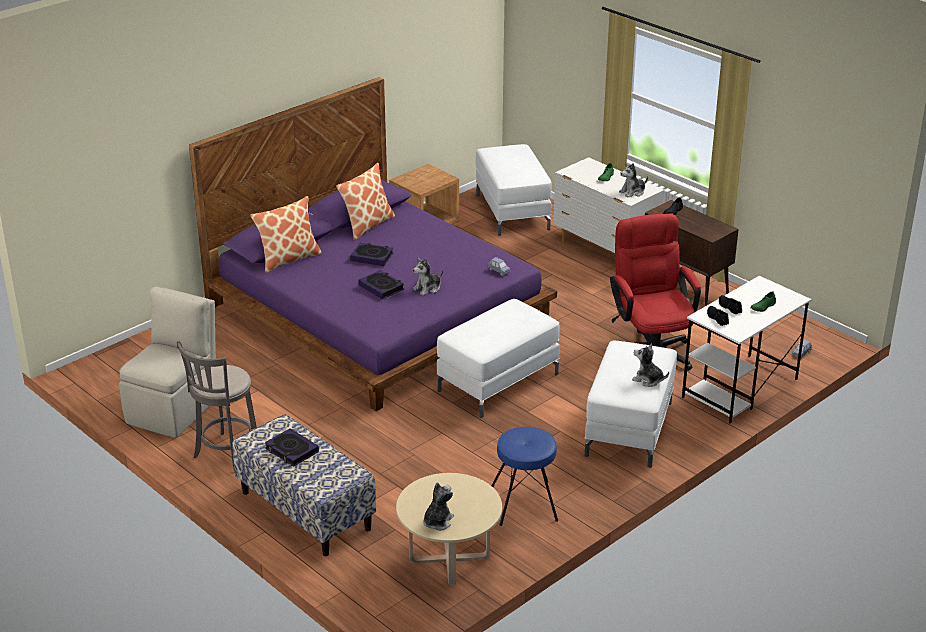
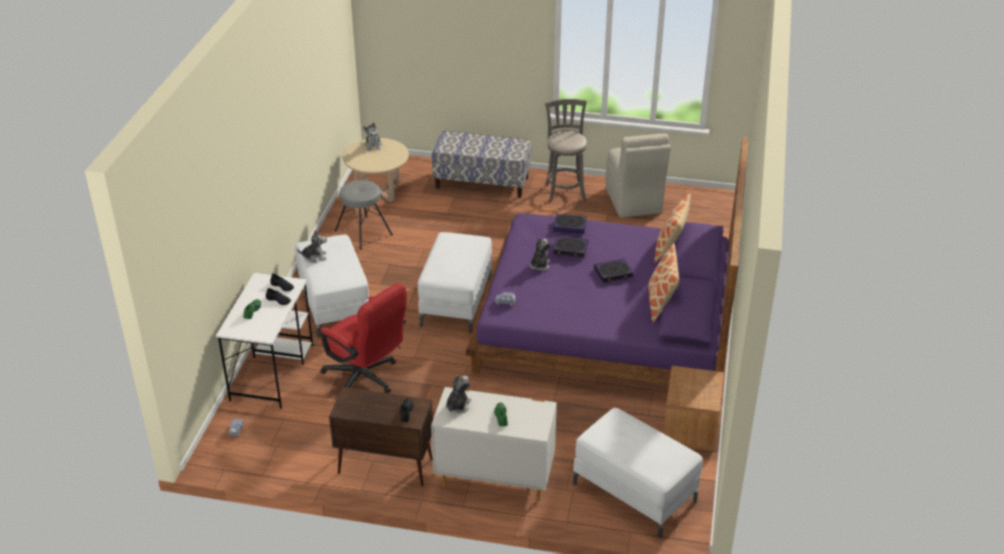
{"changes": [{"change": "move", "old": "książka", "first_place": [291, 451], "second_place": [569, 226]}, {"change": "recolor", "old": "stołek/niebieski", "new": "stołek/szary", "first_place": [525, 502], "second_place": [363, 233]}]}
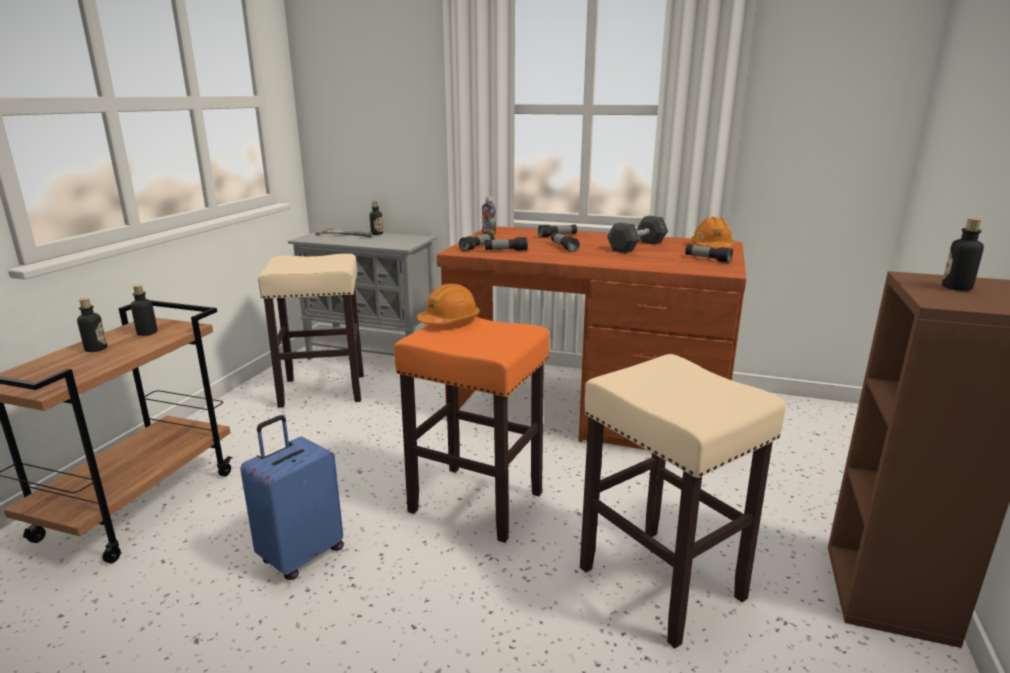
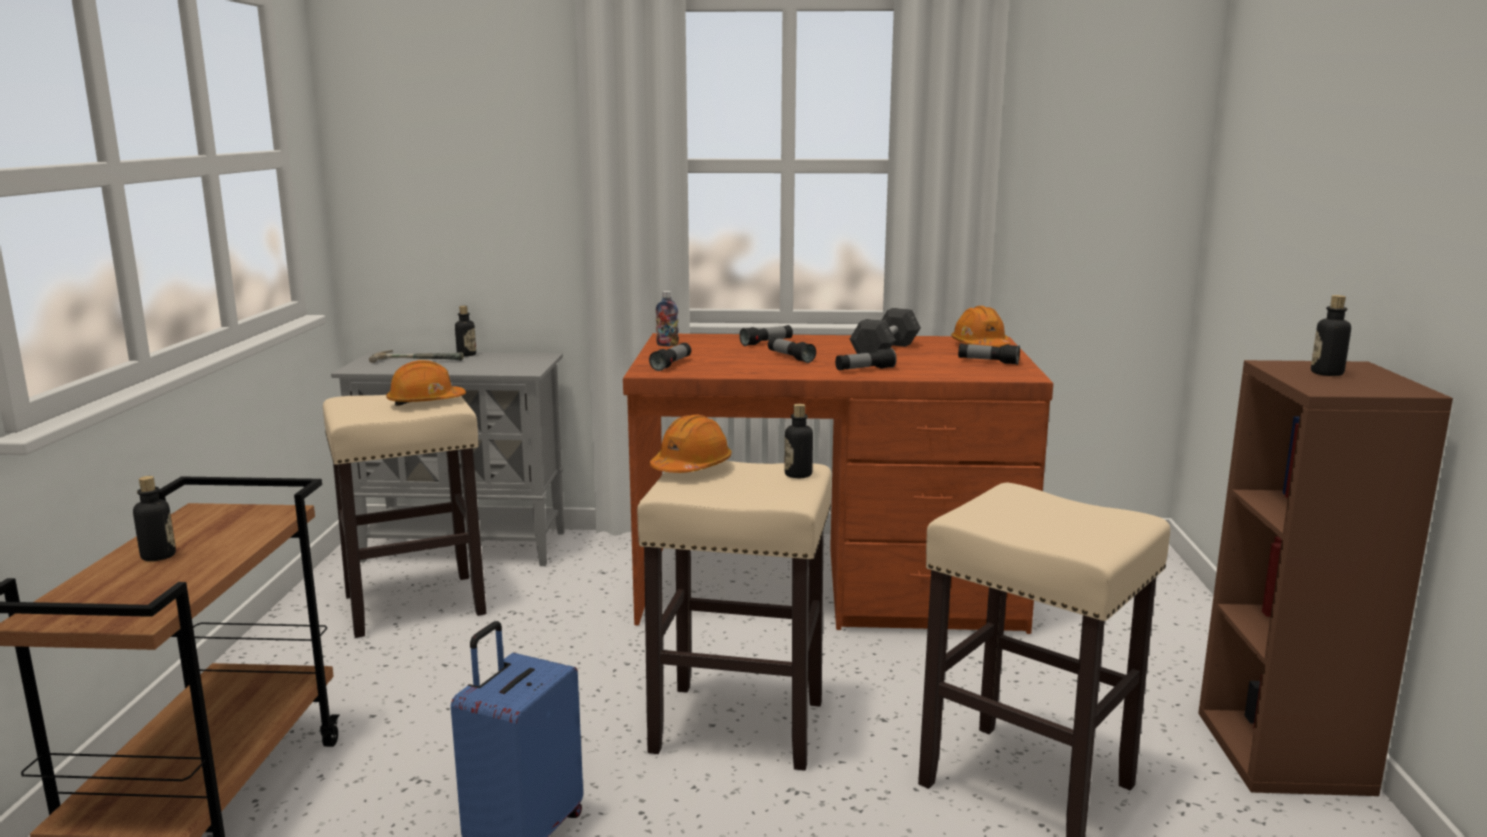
{"changes": [{"change": "insert", "new": "kask/pomarańczowy", "second_place": [425, 402]}, {"change": "move", "old": "butelka", "first_place": [147, 333], "second_place": [798, 474]}, {"change": "move", "old": "latarka", "first_place": [506, 251], "second_place": [865, 370]}, {"change": "recolor", "old": "stołek/pomarańczowy", "new": "stołek/beżowy", "first_place": [478, 502], "second_place": [740, 726]}]}
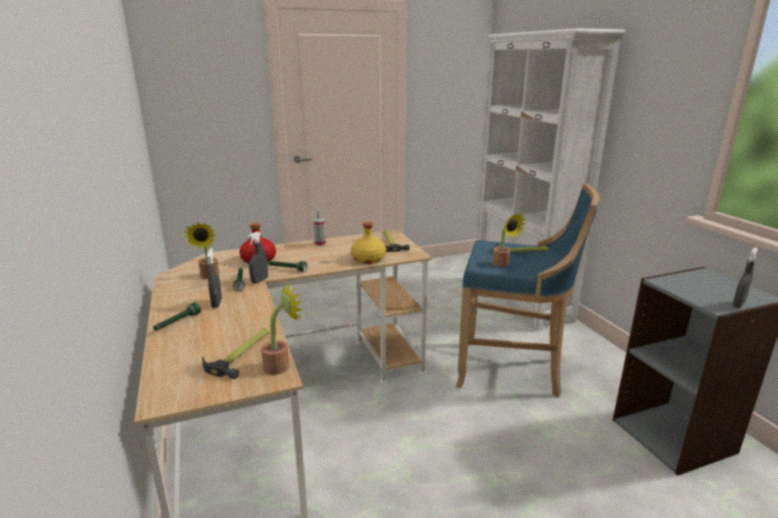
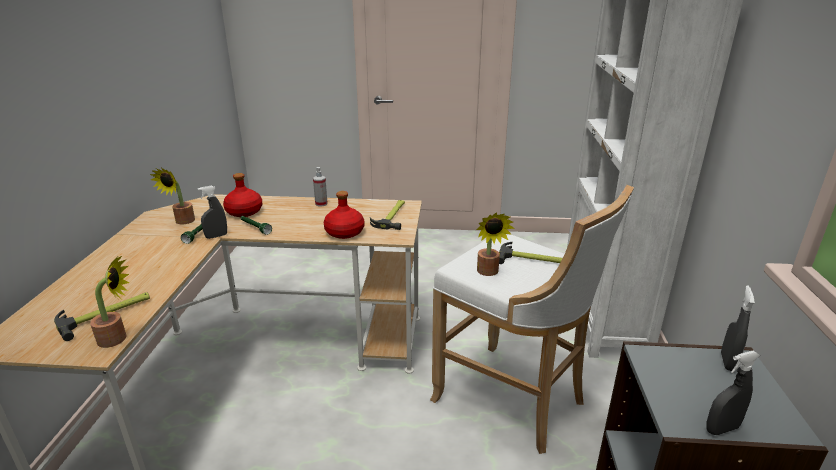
{"changes": [{"change": "delete", "old": "latarka/zielony", "first_place": [177, 323]}, {"change": "move", "old": "spryskiwacz/szary", "first_place": [217, 303], "second_place": [727, 362]}, {"change": "recolor", "old": "butelka/żółty", "new": "butelka/czerwony", "first_place": [368, 259], "second_place": [344, 232]}, {"change": "recolor", "old": "stołek/niebieski", "new": "stołek/biały", "first_place": [513, 370], "second_place": [514, 400]}]}
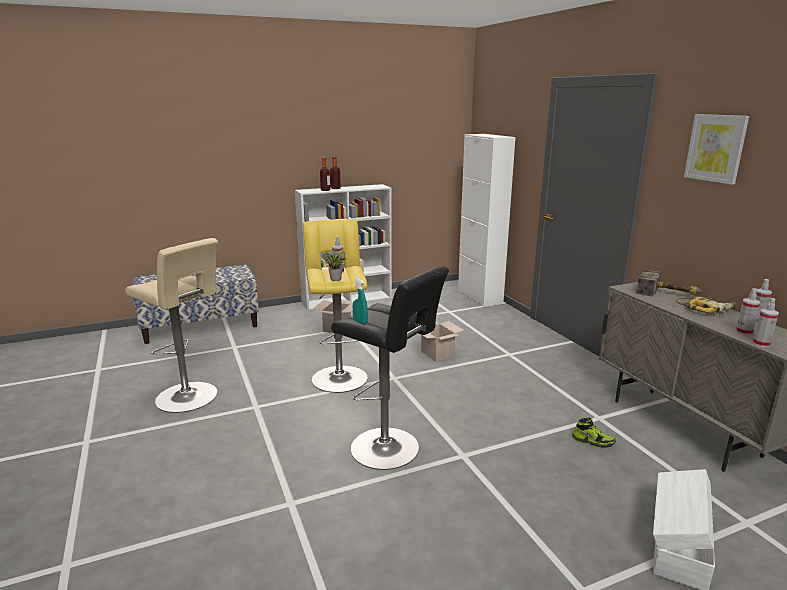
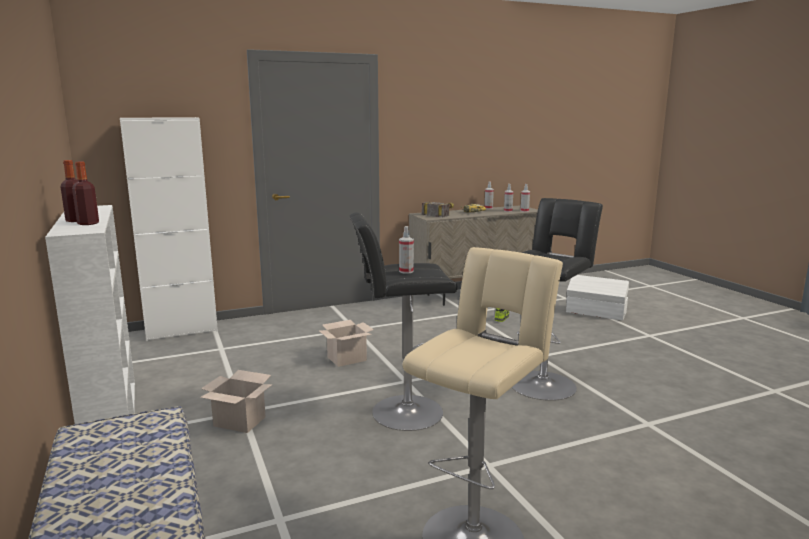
{"changes": [{"change": "delete", "old": "roślina doniczkowa", "first_place": [336, 280]}, {"change": "delete", "old": "spryskiwacz/turkusowy", "first_place": [360, 322]}, {"change": "delete", "old": "obraz", "first_place": [716, 148]}, {"change": "recolor", "old": "stołek/żółty", "new": "stołek/czarny", "first_place": [339, 376], "second_place": [402, 413]}]}
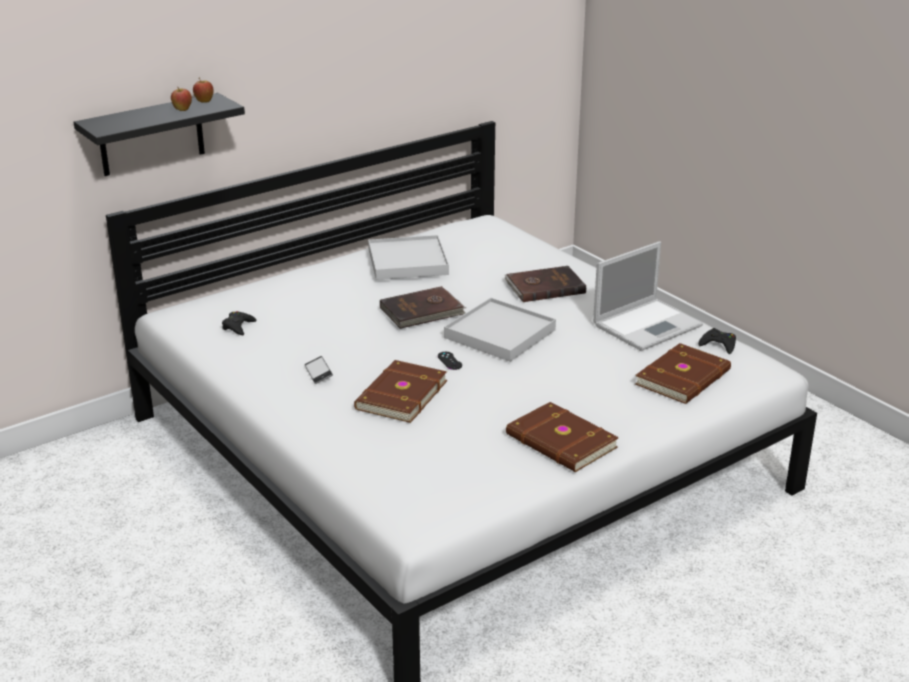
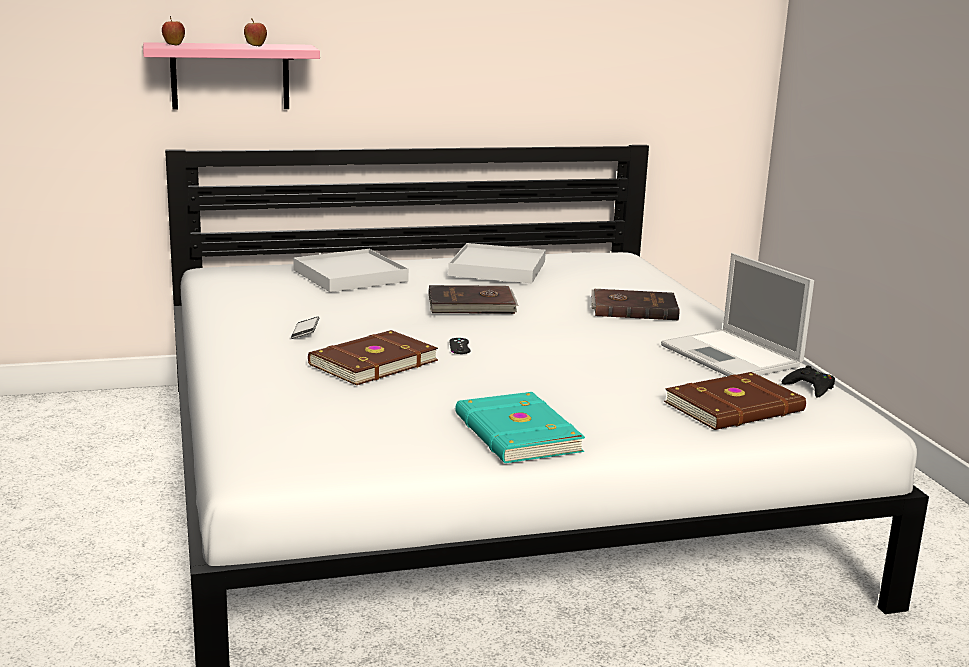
{"changes": [{"change": "delete", "old": "pad do gier/czarny", "first_place": [238, 326]}, {"change": "move", "old": "jabłko", "first_place": [204, 101], "second_place": [174, 45]}, {"change": "move", "old": "taca/biały", "first_place": [500, 334], "second_place": [350, 276]}, {"change": "recolor", "old": "półka/czarny", "new": "półka/różowy", "first_place": [151, 135], "second_place": [230, 76]}, {"change": "recolor", "old": "książka/brązowy", "new": "książka/turkusowy", "first_place": [560, 442], "second_place": [515, 434]}, {"change": "rotate", "old": "laptop", "first_place": [648, 324], "second_place": [733, 356], "degrees": 75}]}
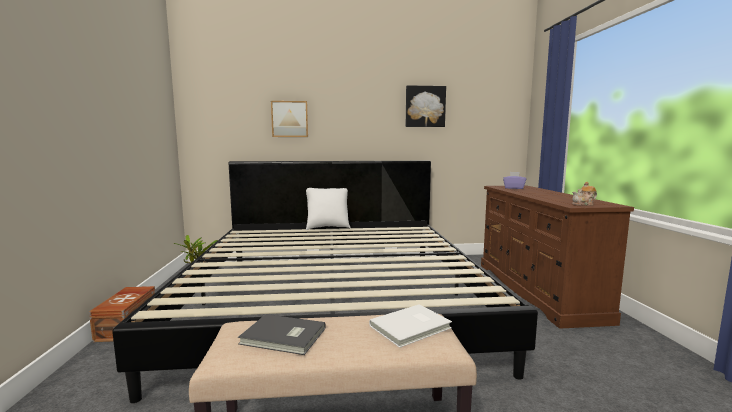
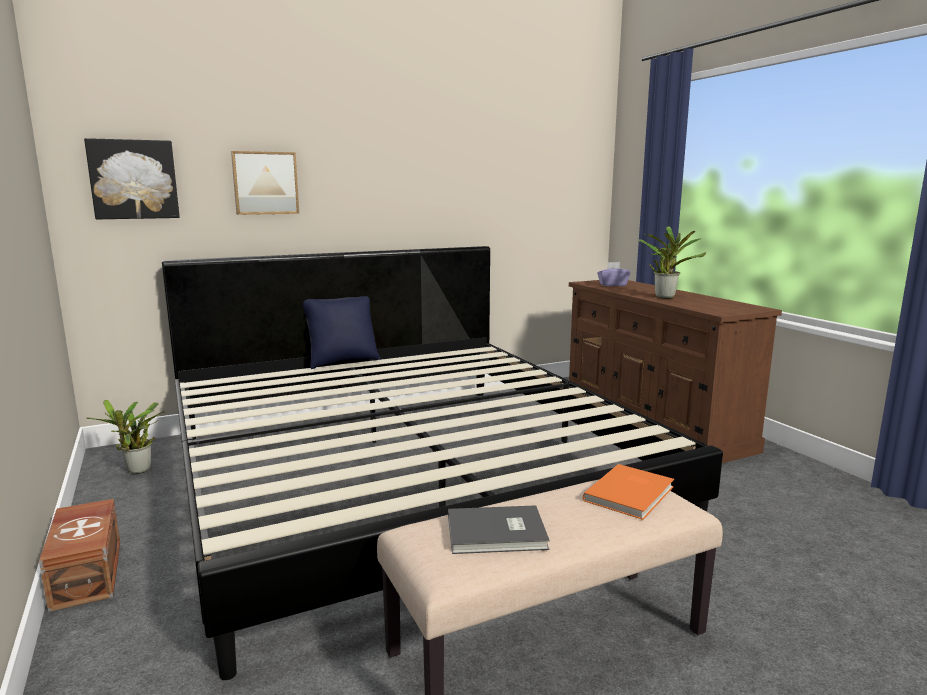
{"changes": [{"change": "delete", "old": "imbryk", "first_place": [584, 204]}, {"change": "insert", "new": "roślina doniczkowa", "second_place": [665, 297]}, {"change": "move", "old": "obraz", "first_place": [425, 106], "second_place": [133, 179]}, {"change": "recolor", "old": "poduszka/biały", "new": "poduszka/niebieski", "first_place": [327, 227], "second_place": [342, 362]}, {"change": "recolor", "old": "książka/biały", "new": "książka/pomarańczowy", "first_place": [412, 327], "second_place": [632, 493]}]}
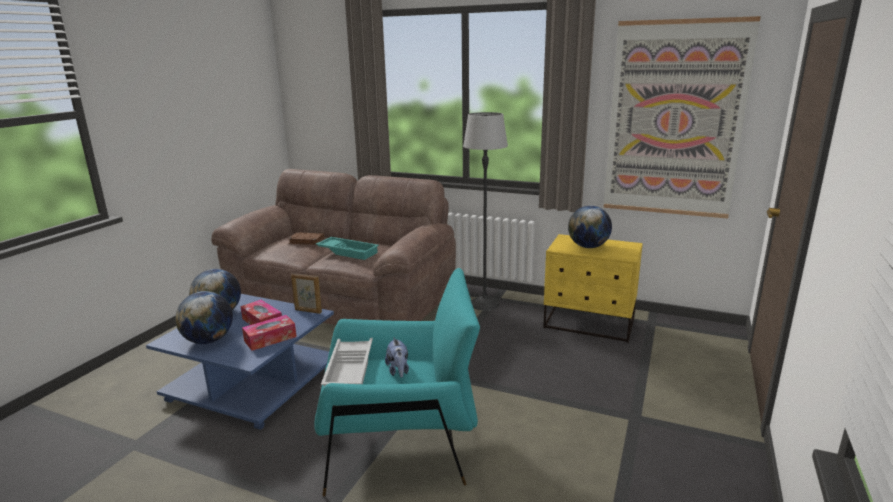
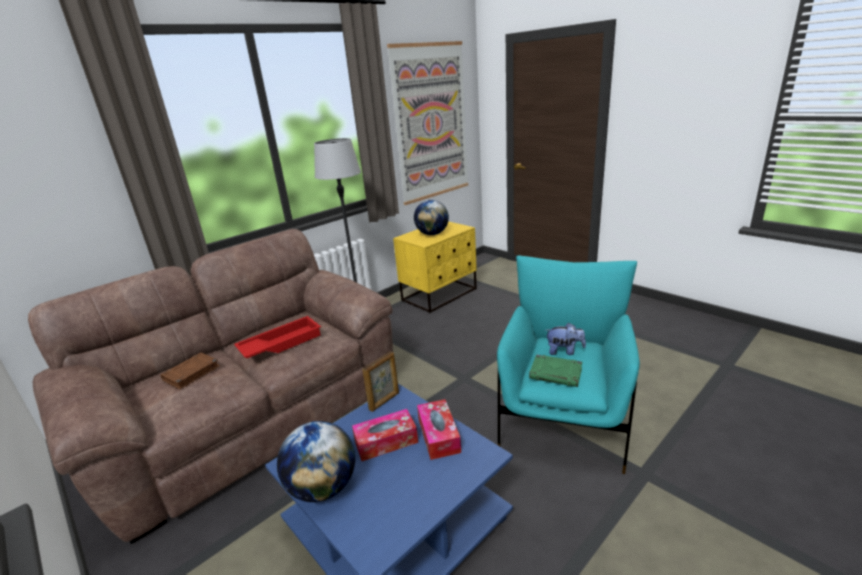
{"changes": [{"change": "delete", "old": "globus", "first_place": [208, 340]}, {"change": "replace", "old": "taca/biały", "new": "książka/zielony", "first_place": [351, 369], "second_place": [556, 374]}, {"change": "recolor", "old": "taca/turkusowy", "new": "taca/czerwony", "first_place": [348, 251], "second_place": [281, 343]}]}
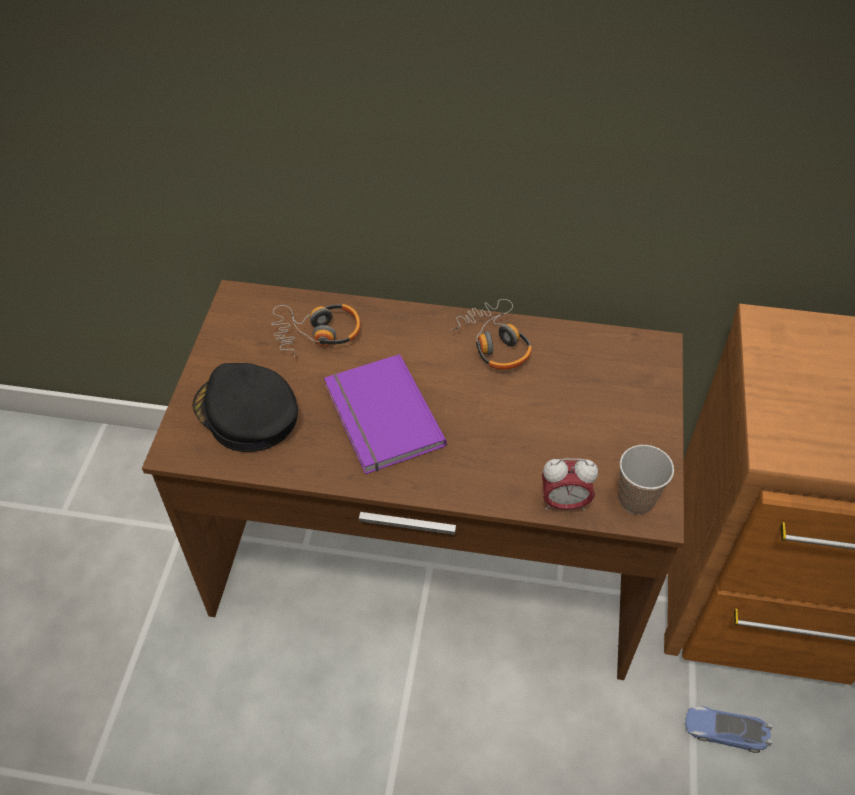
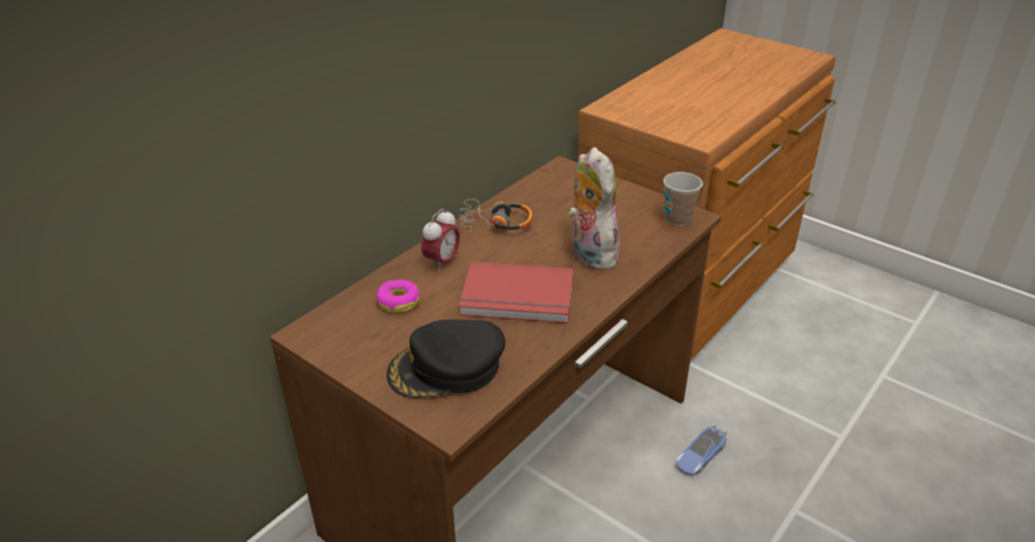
{"changes": [{"change": "insert", "new": "pluszak", "second_place": [589, 253]}, {"change": "move", "old": "budzik", "first_place": [564, 503], "second_place": [442, 262]}, {"change": "move", "old": "samochodzik", "first_place": [725, 731], "second_place": [700, 455]}, {"change": "replace", "old": "słuchawki", "new": "donut", "first_place": [317, 334], "second_place": [398, 301]}, {"change": "recolor", "old": "książka/fioletowy", "new": "książka/czerwony", "first_place": [380, 417], "second_place": [517, 298]}]}
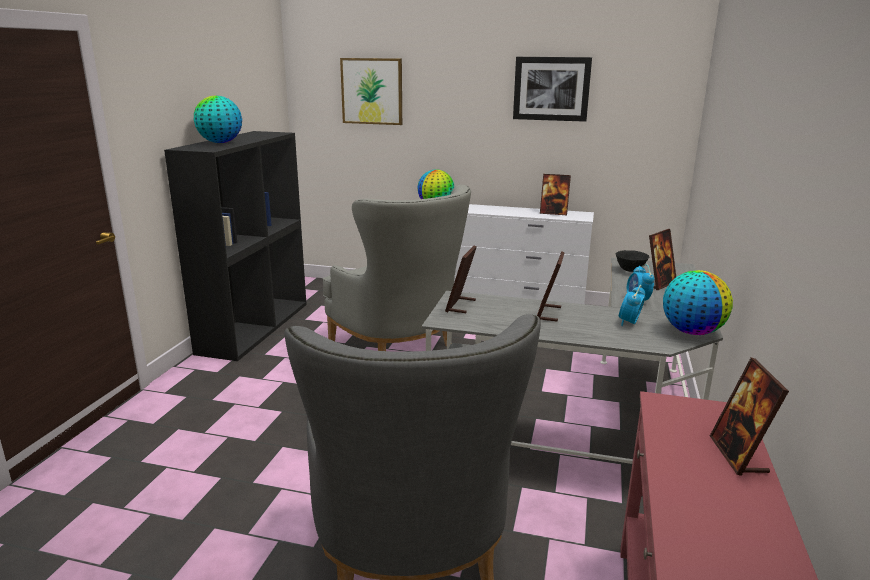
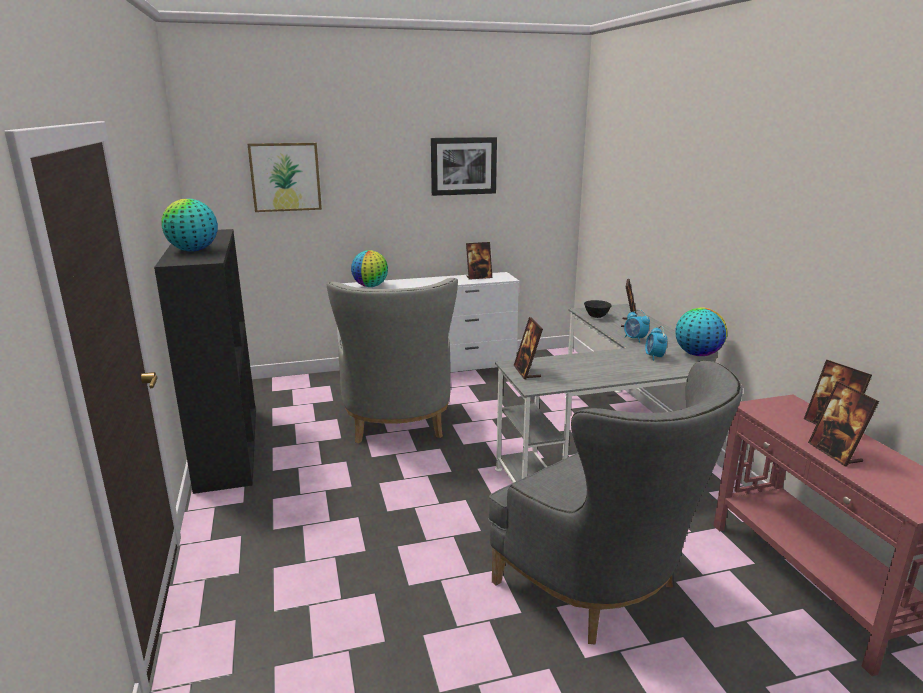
{"changes": [{"change": "move", "old": "ramka na zdjęcie", "first_place": [548, 313], "second_place": [835, 453]}, {"change": "rotate", "old": "fotel/szary", "first_place": [401, 347], "second_place": [397, 427], "degrees": 60}]}
